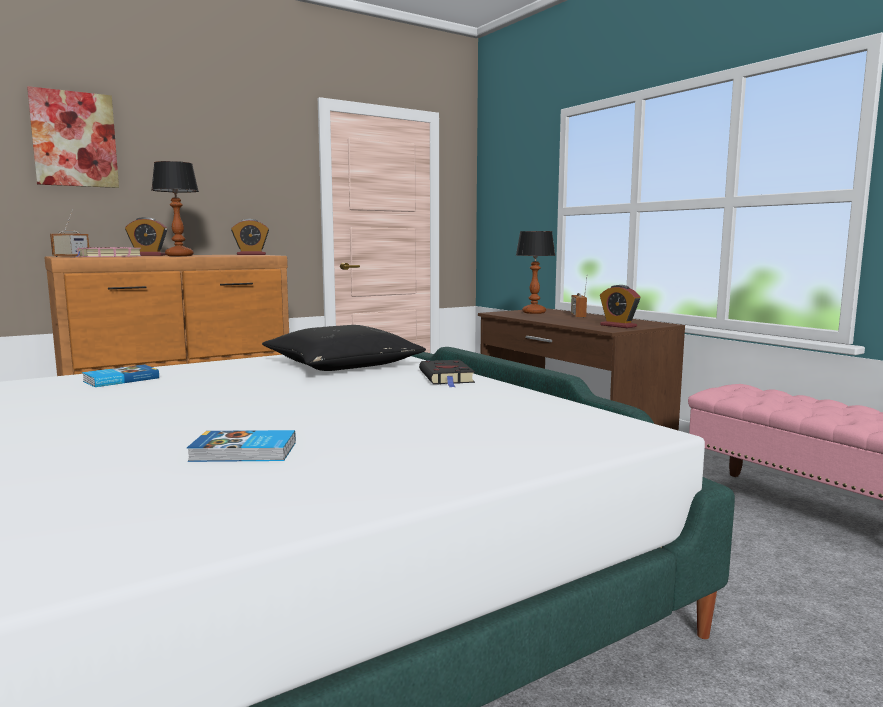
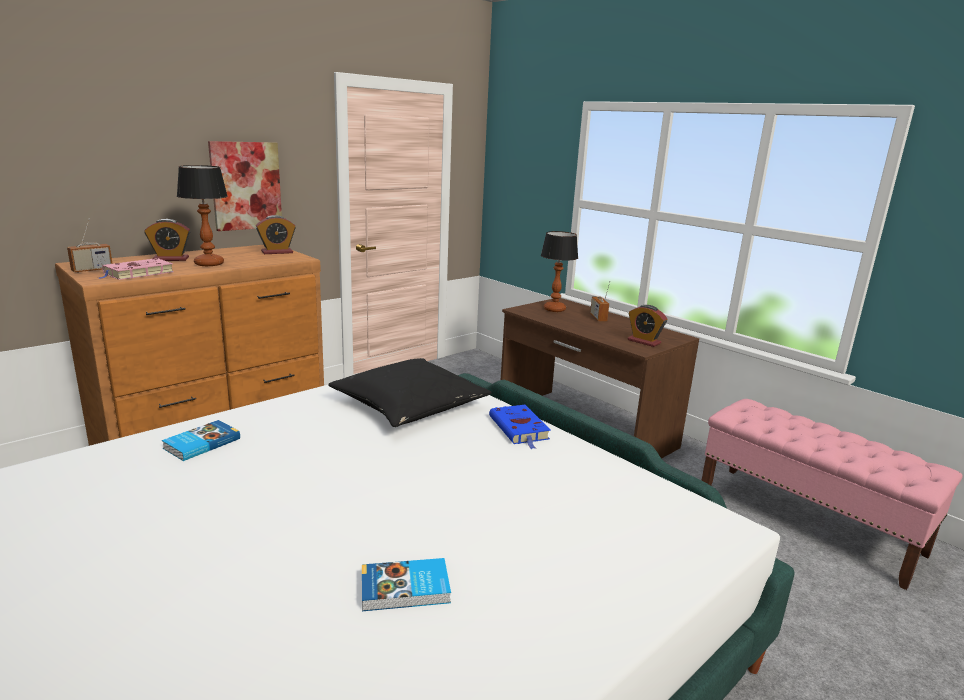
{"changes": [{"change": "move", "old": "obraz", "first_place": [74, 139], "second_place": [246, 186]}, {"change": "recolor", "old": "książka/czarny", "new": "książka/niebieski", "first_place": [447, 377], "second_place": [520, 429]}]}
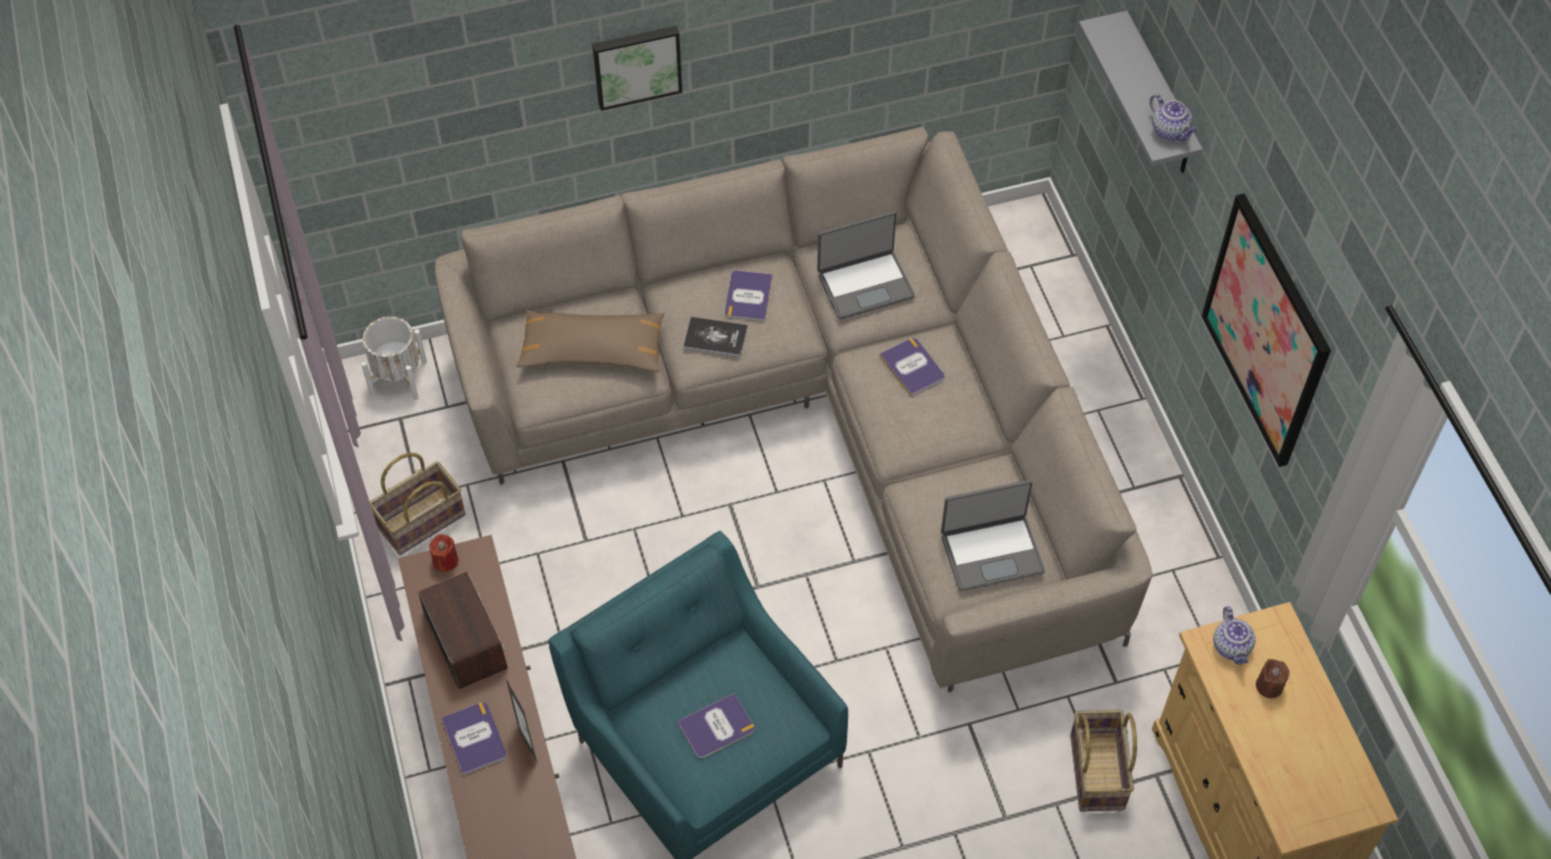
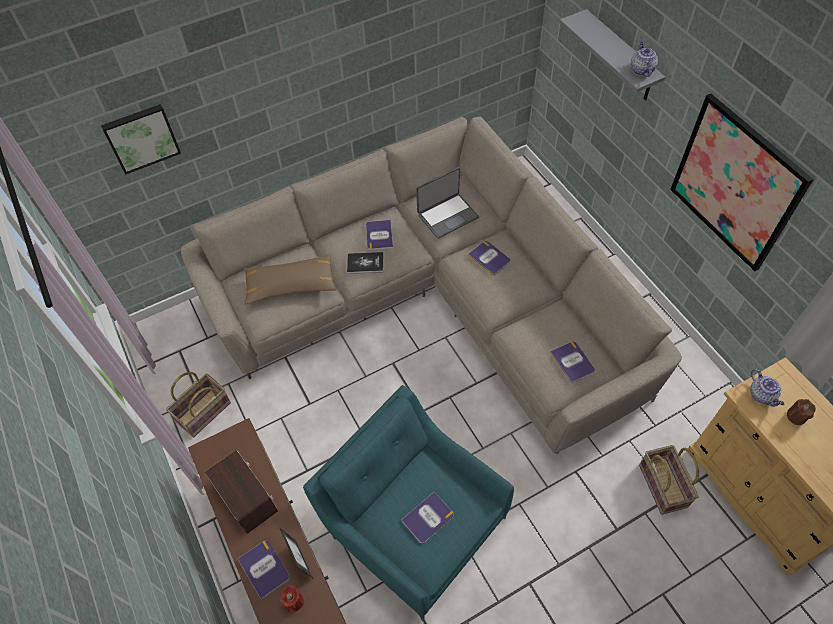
{"changes": [{"change": "delete", "old": "donica/biały", "first_place": [398, 377]}, {"change": "move", "old": "świeca/czerwony", "first_place": [445, 561], "second_place": [293, 601]}, {"change": "move", "old": "obraz", "first_place": [636, 65], "second_place": [141, 137]}, {"change": "replace", "old": "laptop", "new": "książka", "first_place": [991, 552], "second_place": [572, 362]}, {"change": "rotate", "old": "imbryk", "first_place": [1170, 131], "second_place": [641, 70], "degrees": -135}]}
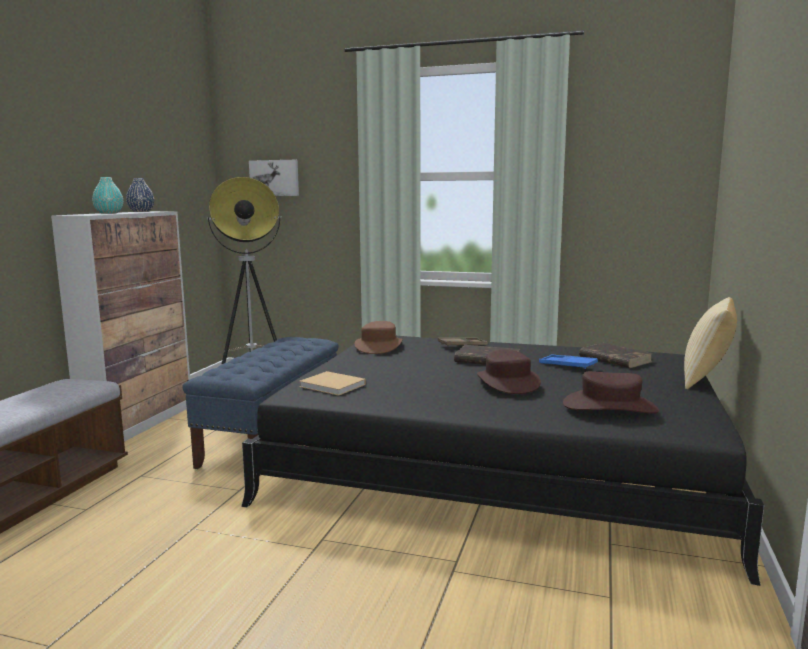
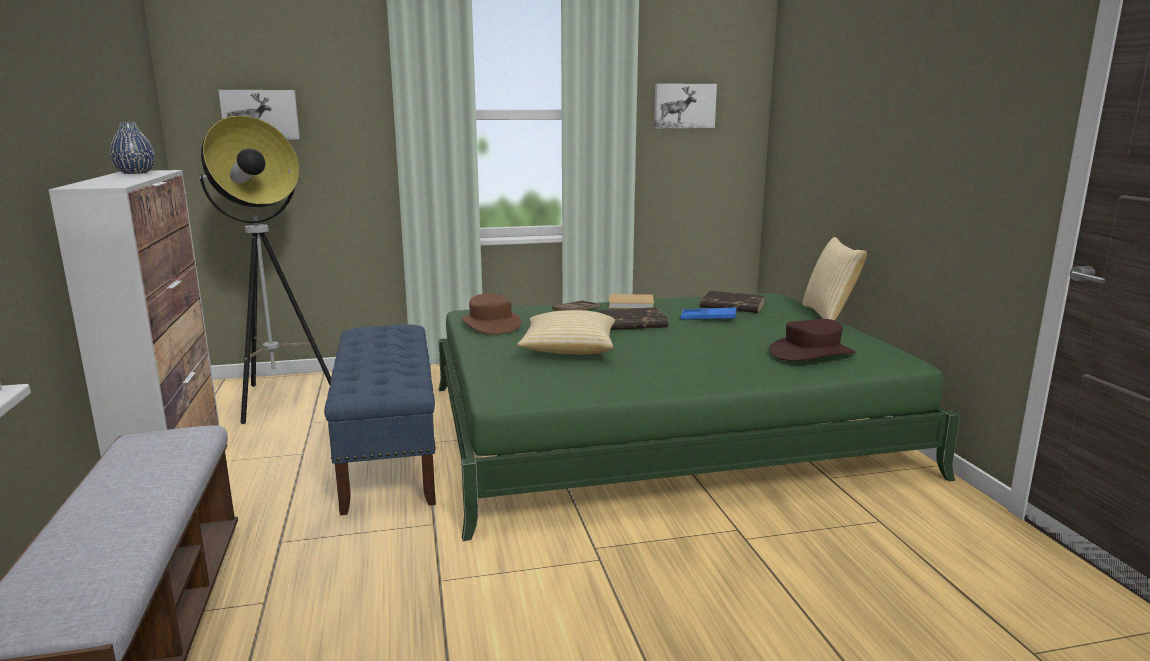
{"changes": [{"change": "delete", "old": "wazon/turkusowy", "first_place": [109, 213]}, {"change": "delete", "old": "kapelusz/brązowy", "first_place": [507, 382]}, {"change": "insert", "new": "poduszka", "second_place": [568, 350]}, {"change": "insert", "new": "obraz", "second_place": [684, 106]}, {"change": "move", "old": "książka/beżowy", "first_place": [334, 386], "second_place": [632, 303]}, {"change": "recolor", "old": "łóżko/czarny", "new": "łóżko/zielony", "first_place": [500, 463], "second_place": [660, 428]}]}
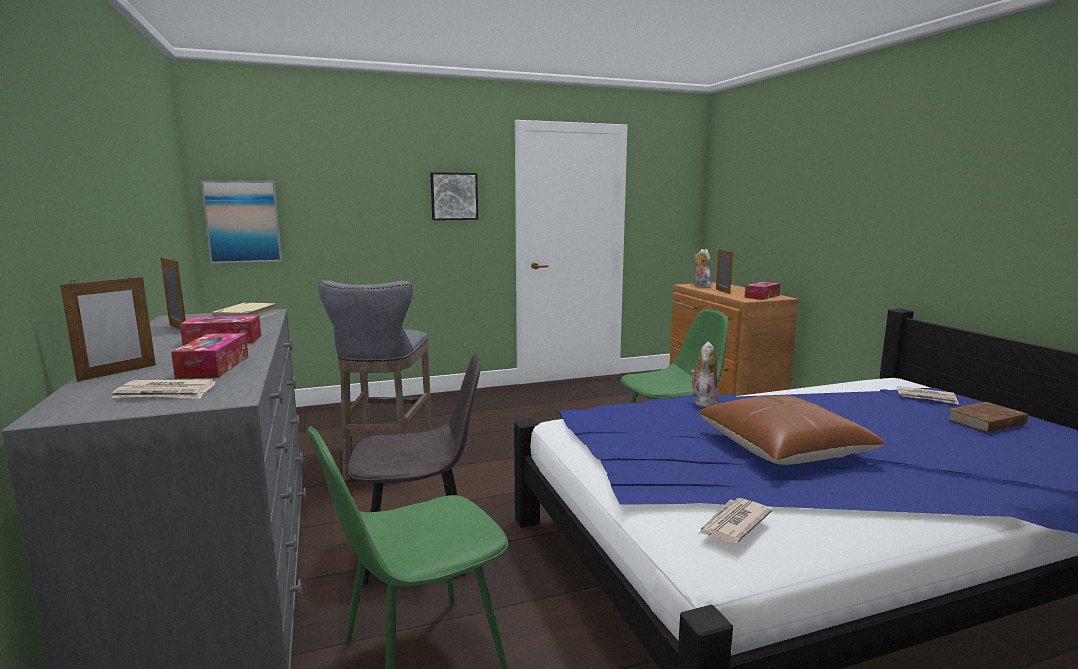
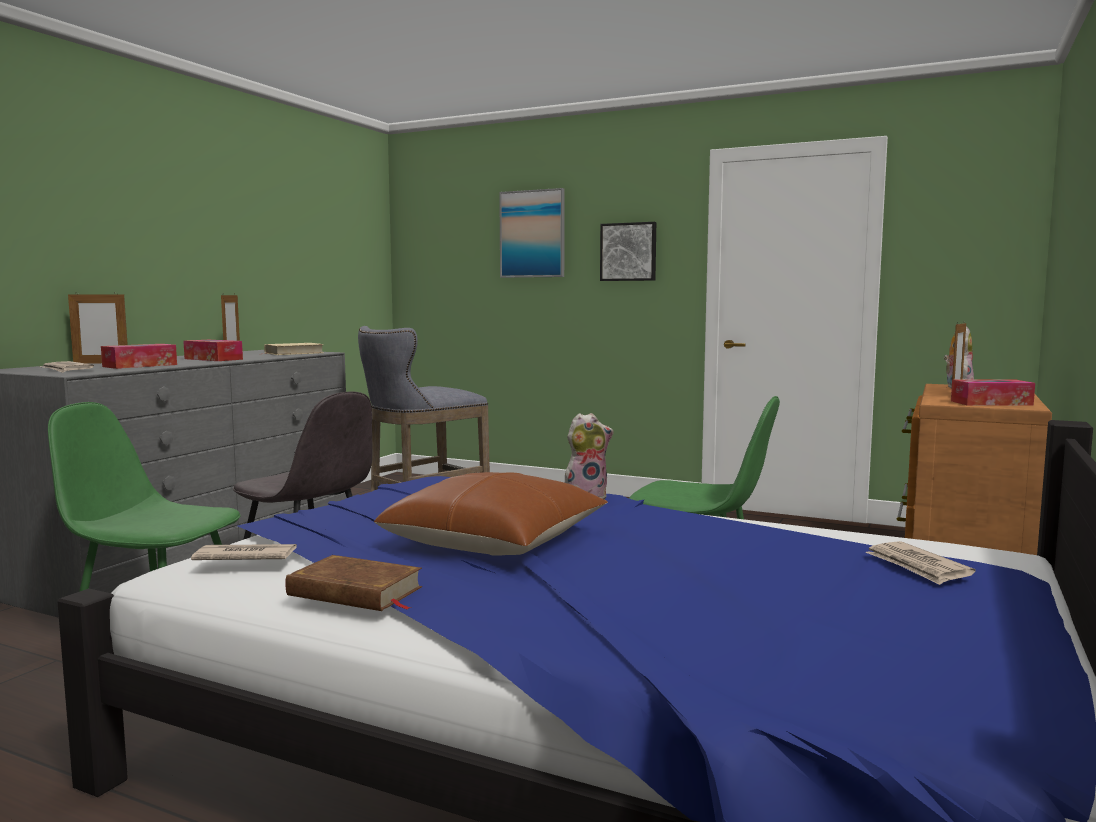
{"changes": [{"change": "move", "old": "obraz", "first_place": [243, 221], "second_place": [532, 234]}, {"change": "move", "old": "książka/brązowy", "first_place": [986, 422], "second_place": [355, 592]}]}
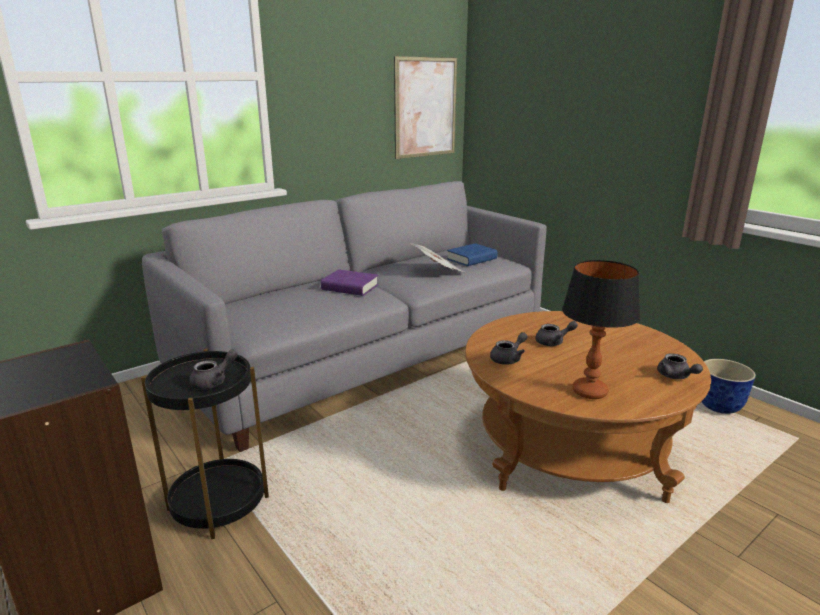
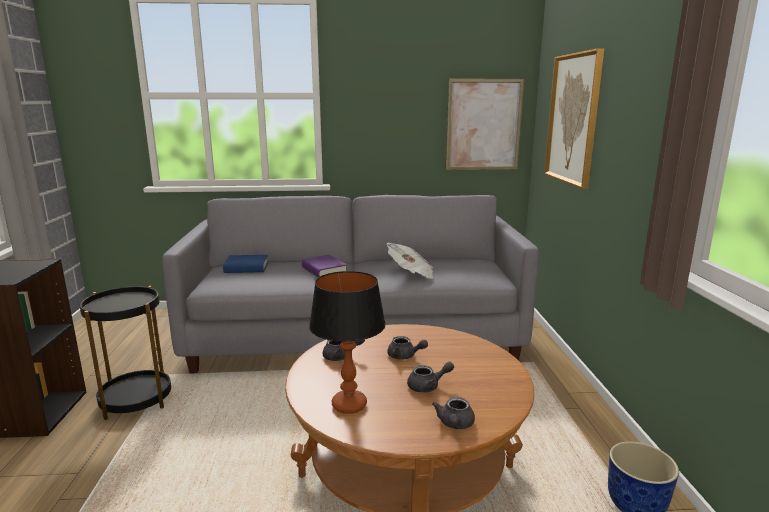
{"changes": [{"change": "insert", "new": "obraz", "second_place": [573, 119]}, {"change": "move", "old": "imbryk/szary", "first_place": [214, 381], "second_place": [428, 386]}, {"change": "move", "old": "książka/niebieski", "first_place": [471, 259], "second_place": [246, 268]}]}
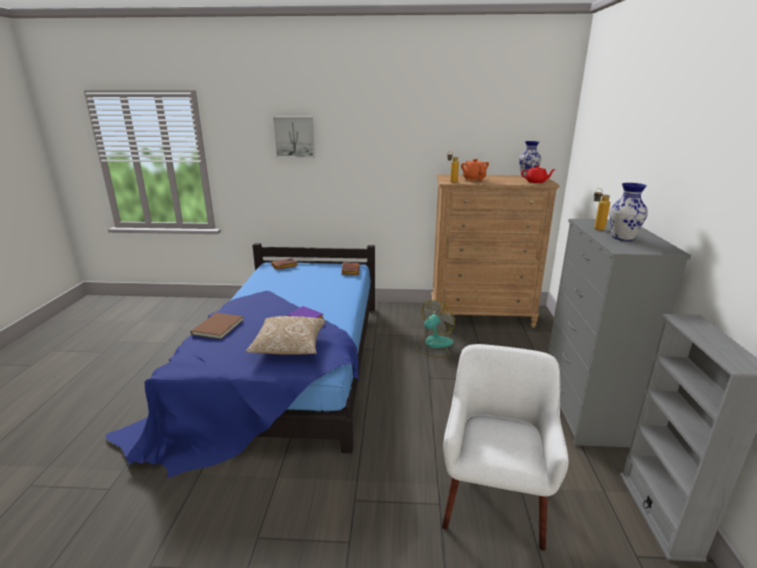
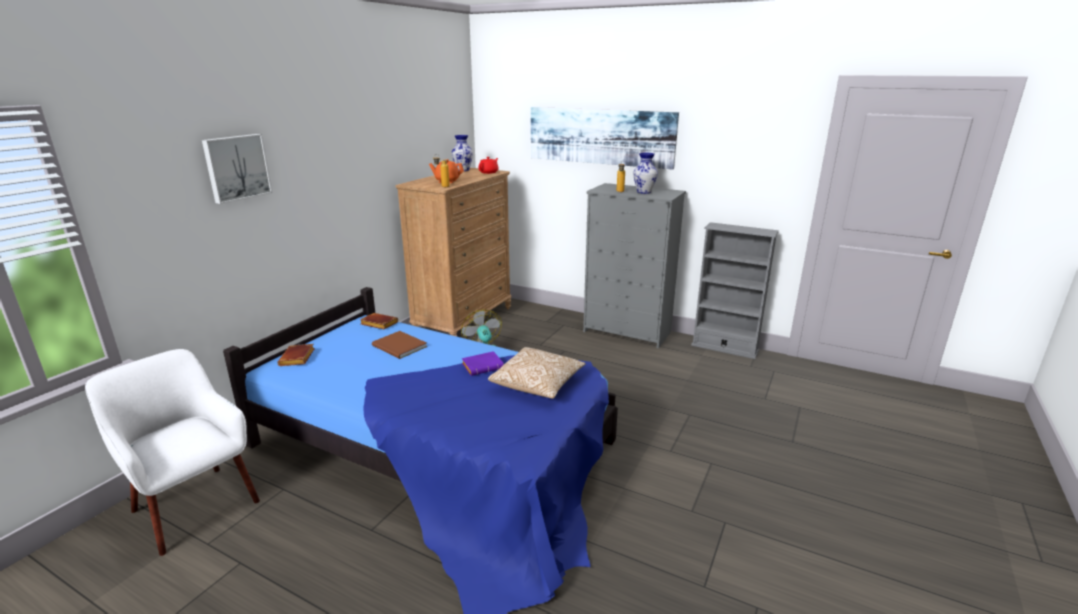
{"changes": [{"change": "insert", "new": "obraz", "second_place": [600, 136]}, {"change": "move", "old": "książka/brązowy", "first_place": [216, 327], "second_place": [399, 347]}, {"change": "move", "old": "fotel/biały", "first_place": [493, 500], "second_place": [193, 506]}]}
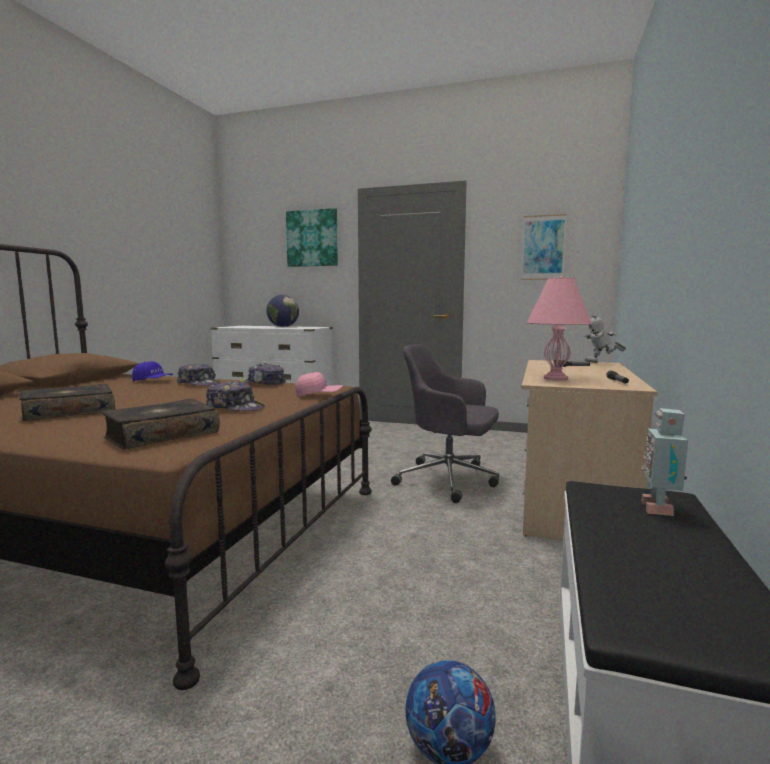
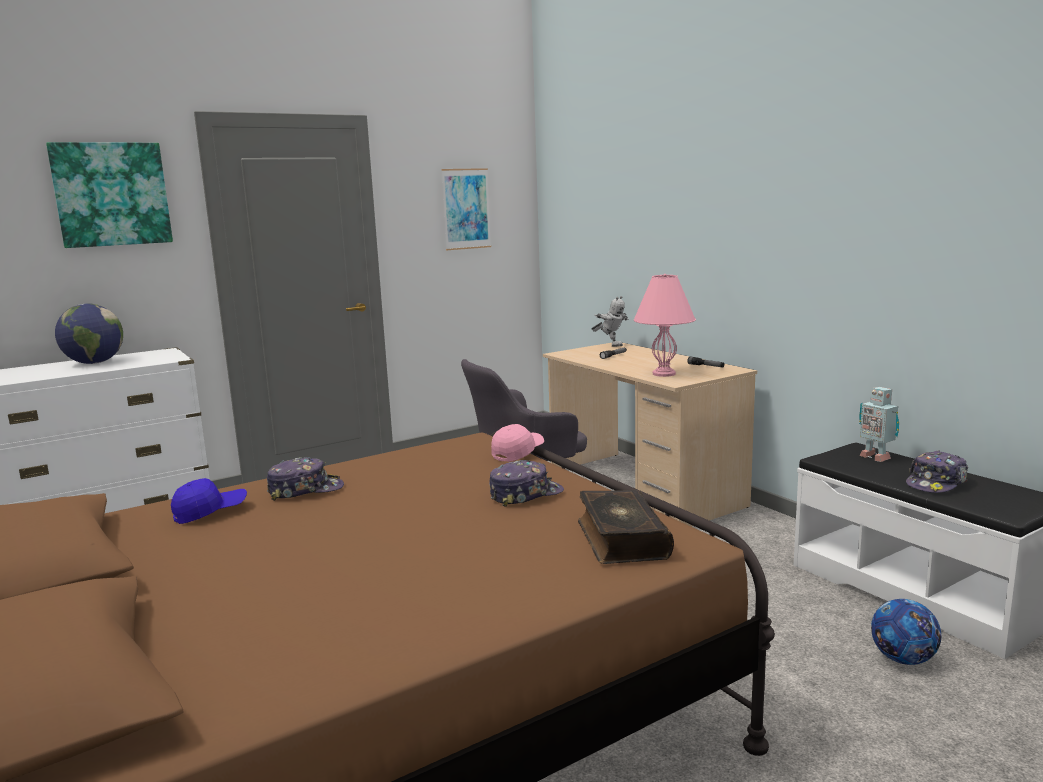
{"changes": [{"change": "delete", "old": "książka", "first_place": [69, 412]}, {"change": "move", "old": "czapka z daszkiem", "first_place": [262, 384], "second_place": [936, 483]}, {"change": "rotate", "old": "robot zabawkowy", "first_place": [601, 363], "second_place": [611, 345], "degrees": -105}]}
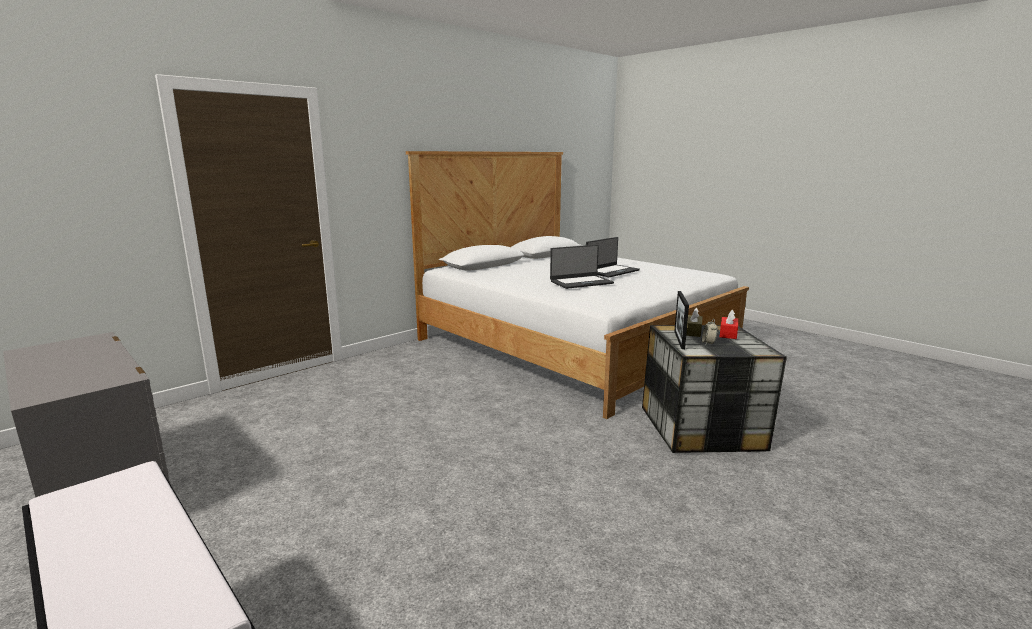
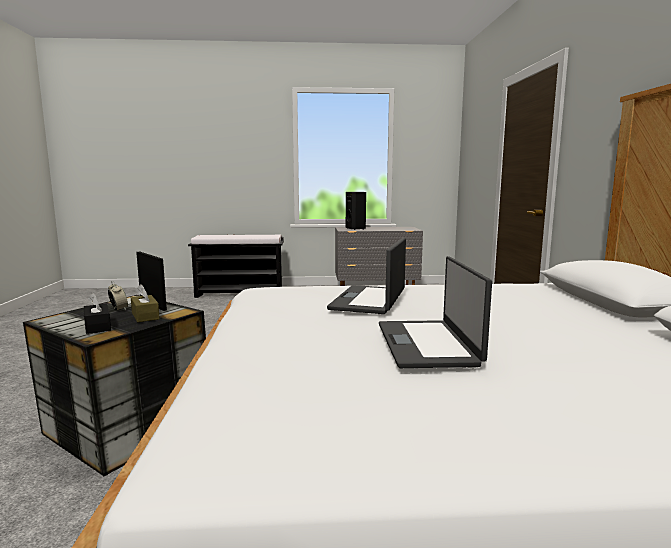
{"changes": [{"change": "insert", "new": "głośnik/czarny", "second_place": [356, 229]}, {"change": "recolor", "old": "pudełko chusteczek/czerwony", "new": "pudełko chusteczek/czarny", "first_place": [728, 334], "second_place": [98, 326]}]}
